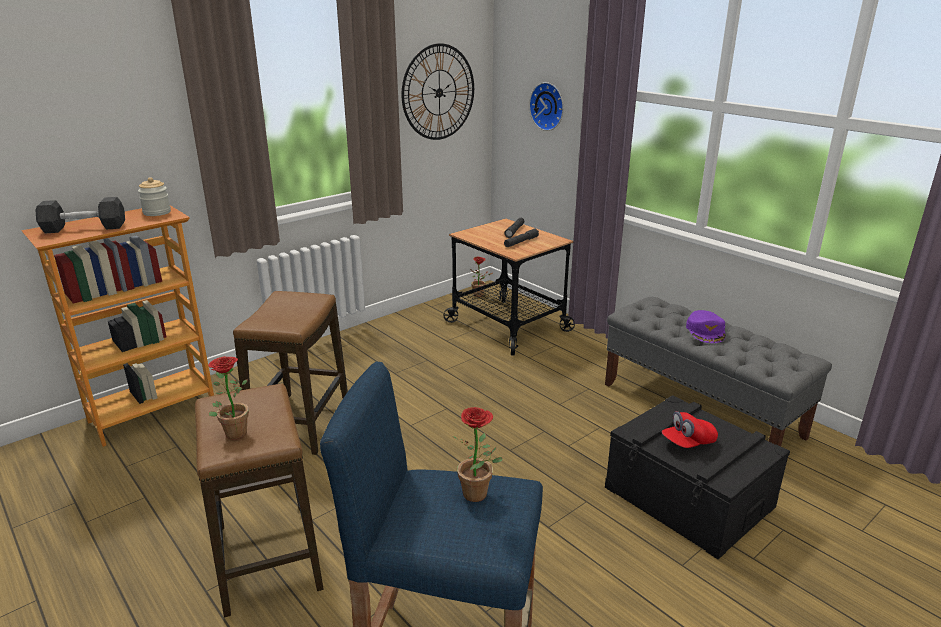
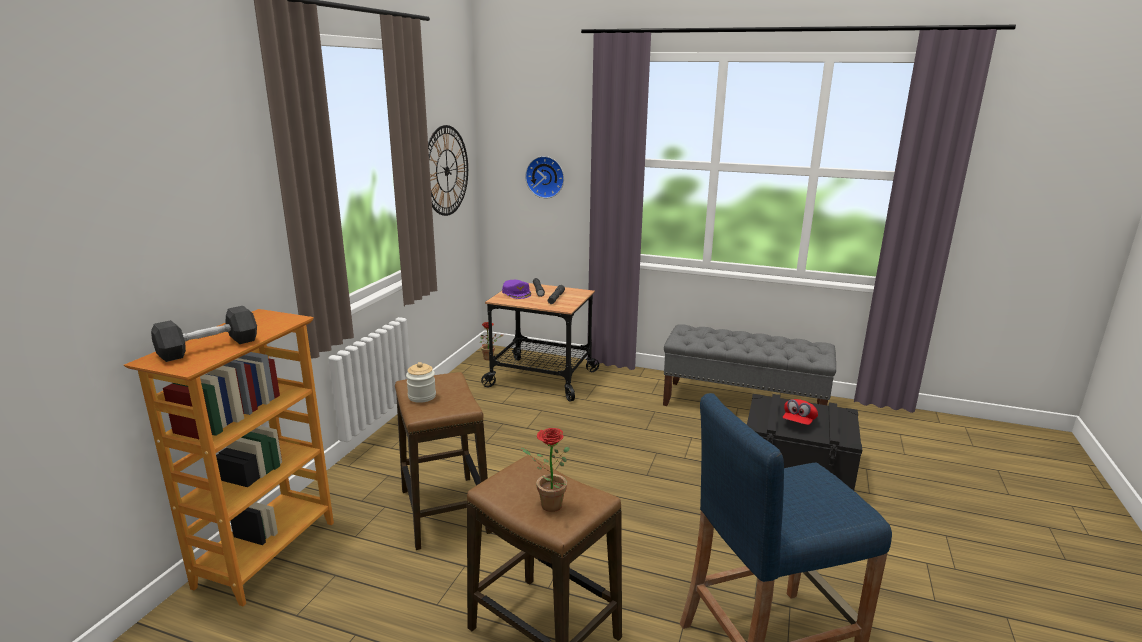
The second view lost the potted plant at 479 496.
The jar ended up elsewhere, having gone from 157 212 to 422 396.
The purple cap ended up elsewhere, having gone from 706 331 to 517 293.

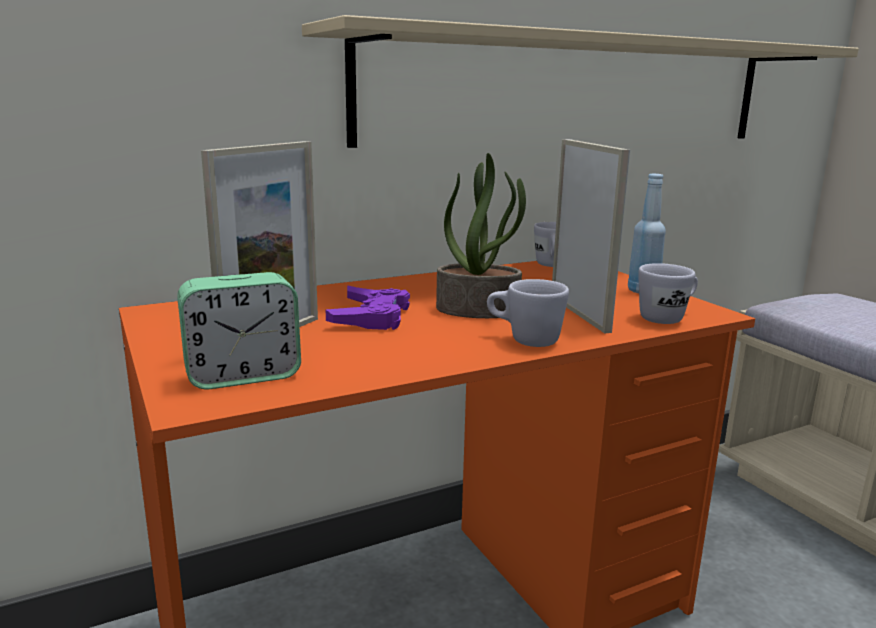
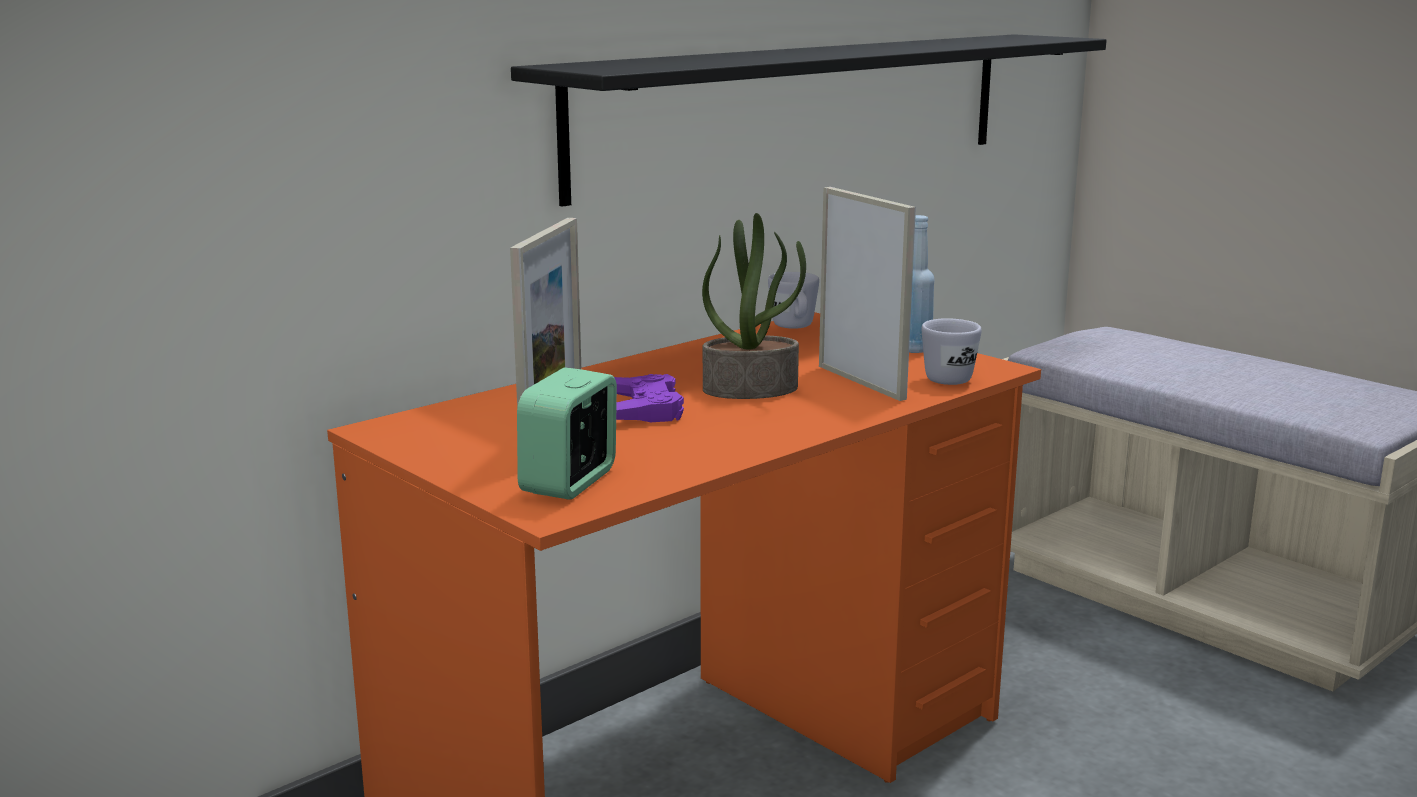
The second view lost the white mug at 524 339.
What was the beige shelf at 578 92 turned into the black shelf at 802 109.
The alarm clock at 243 376 ended up facing another way, 150 degrees clockwise from before.

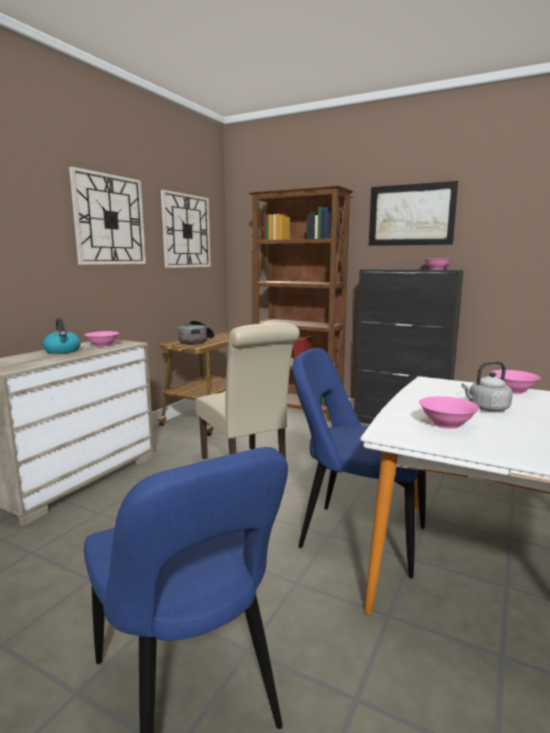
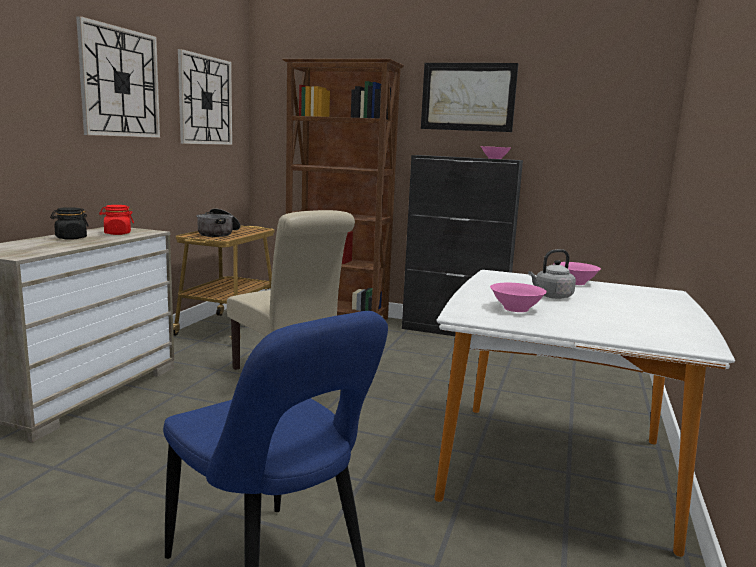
The second view lost the blue chair at 356 537.
Where the kettle stood at 63 351, the black jar came to stand at 70 238.
Where the pink bowl stood at 103 346, the red jar came to stand at 117 233.

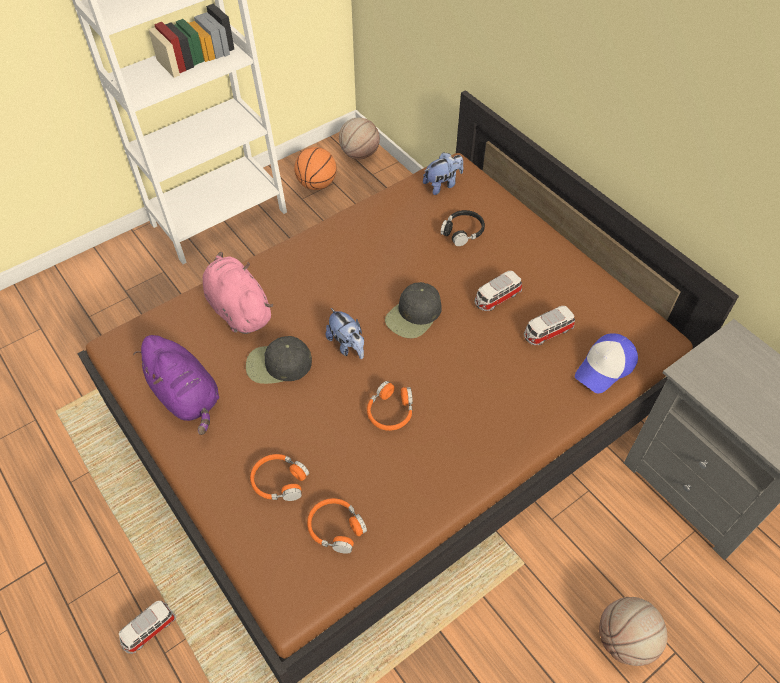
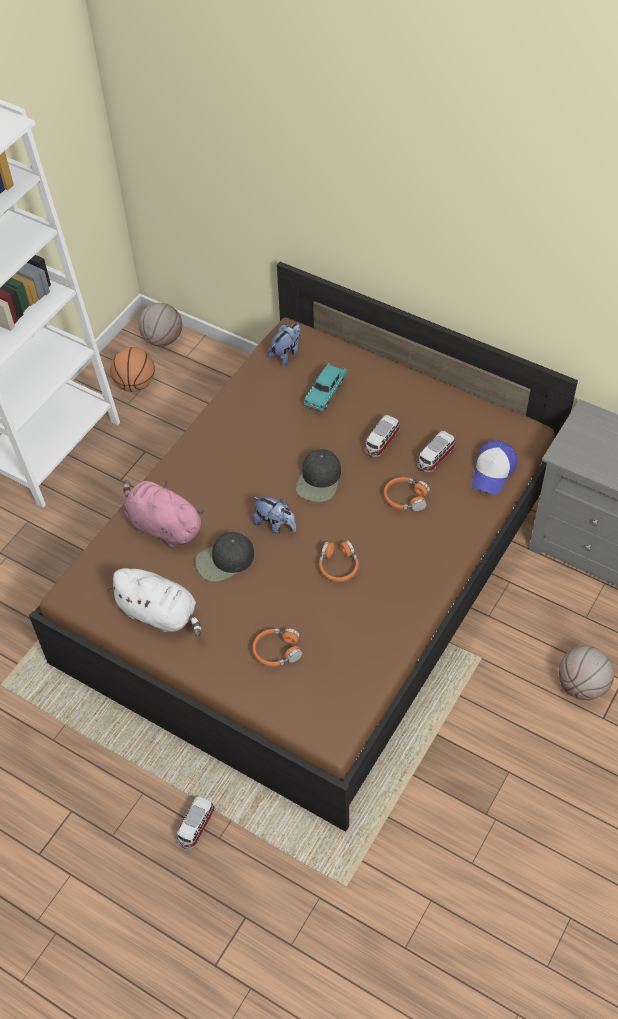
The orange headphones ended up elsewhere, having gone from 336 528 to 405 498.
Where the black headphones stood at 462 232, the turquoise toy car came to stand at 325 392.
What was the purple plush toy at 186 396 turned into the white plush toy at 160 614.

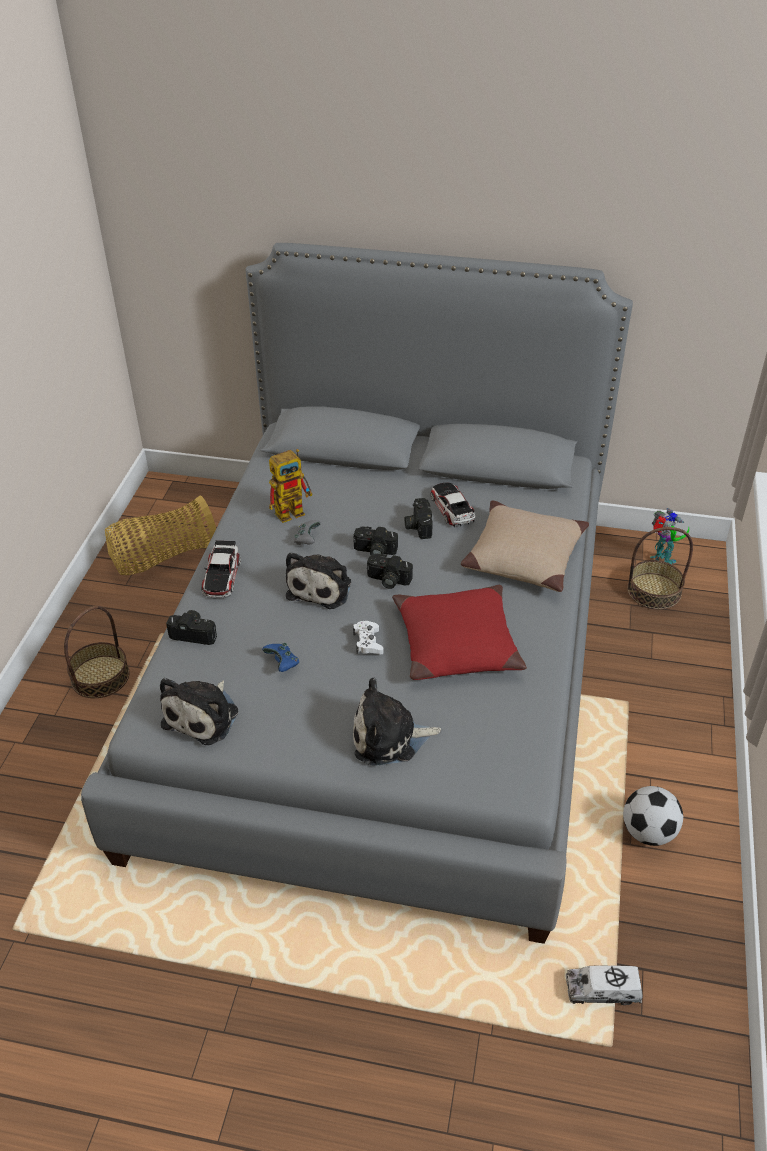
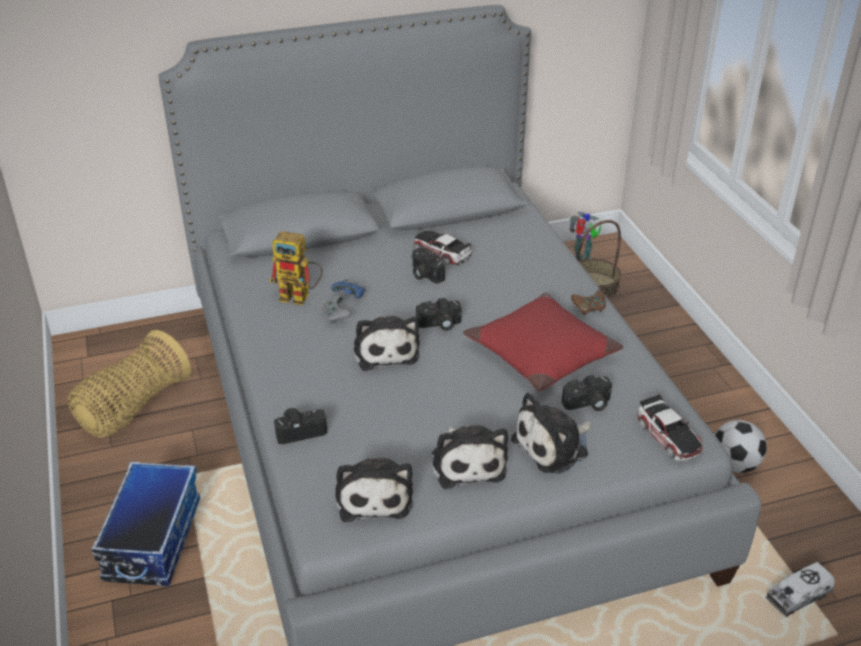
The second view lost the white game controller at 368 642.
The second view lost the beige pillow at 523 556.
The second view gained the plush toy at 467 462.
The second view gained the brown game controller at 589 309.
The toy car ended up elsewhere, having gone from 221 576 to 668 436.
The blue game controller ended up elsewhere, having gone from 282 663 to 350 296.
The photo camera ended up elsewhere, having gone from 374 551 to 588 404.
Where the basket stood at 100 676, the storage box came to stand at 152 539.
The toy robot at 294 510 ended up facing another way, 75 degrees clockwise from before.

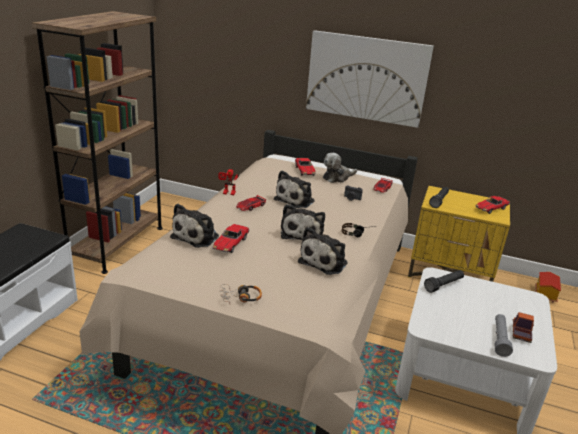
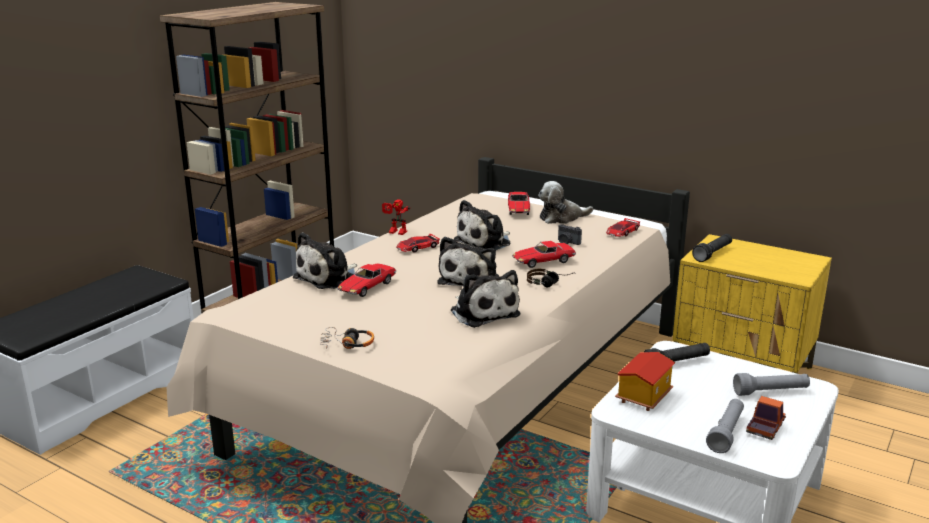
The second view lost the picture at 366 78.
The second view gained the grey flashlight at 770 392.
The toy car ended up elsewhere, having gone from 491 209 to 543 261.
The toy house ended up elsewhere, having gone from 544 294 to 643 396.
The plush toy at 325 261 ended up facing another way, 75 degrees counterclockwise from before.

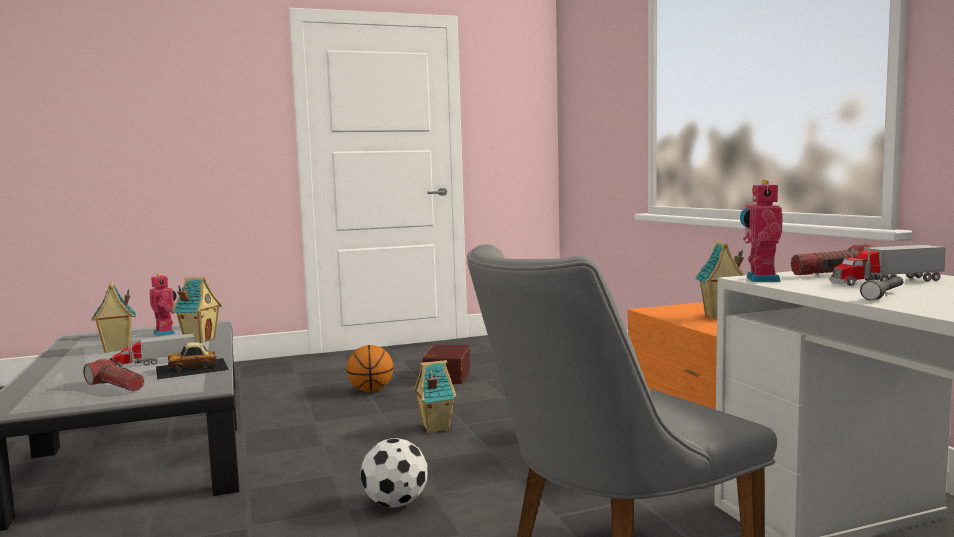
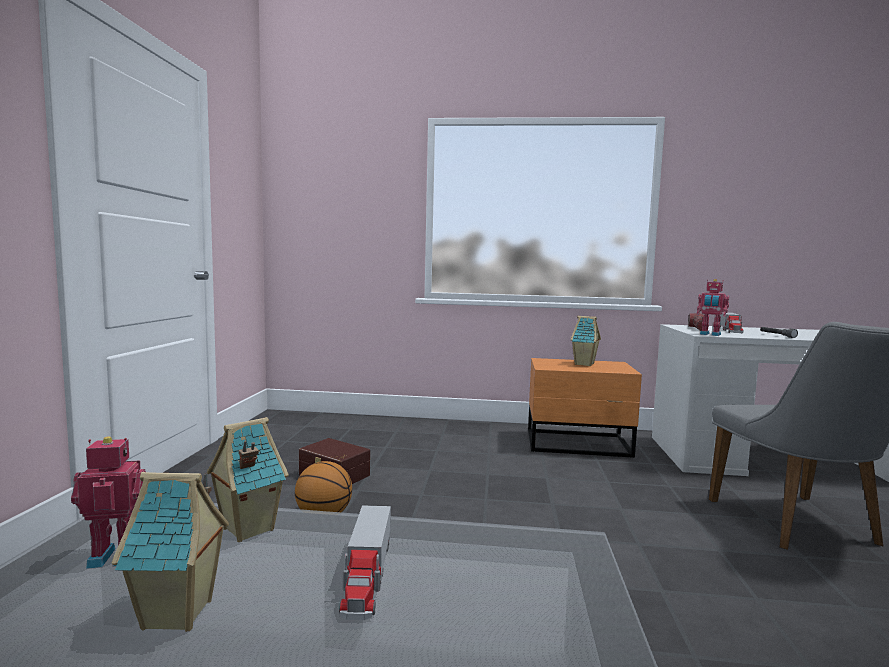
The second view lost the flashlight at 116 386.
The second view lost the toy car at 192 368.
The second view lost the football at 396 503.
The second view lost the toy house at 435 428.

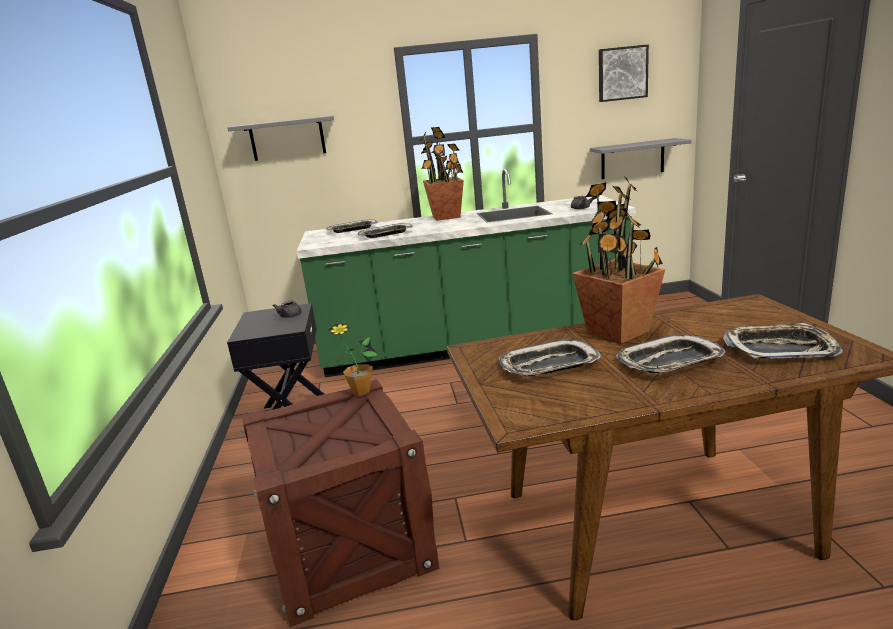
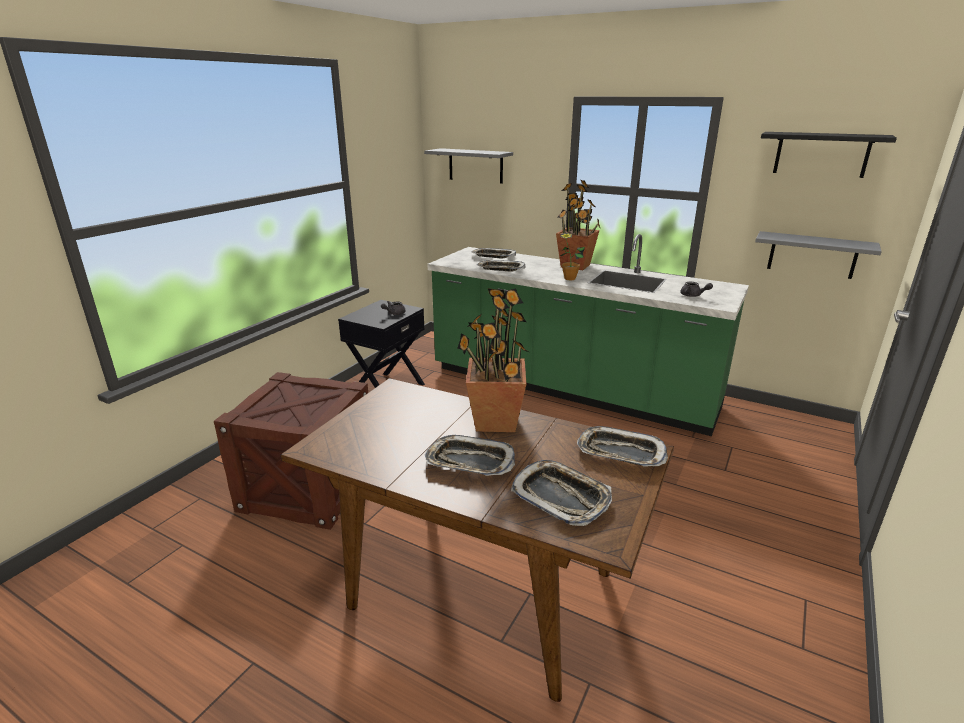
The potted plant ended up elsewhere, having gone from 361 391 to 569 278.
The tray ended up elsewhere, having gone from 549 366 to 620 453.
Where the picture hung at 622 73, the black shelf came to hang at 821 154.

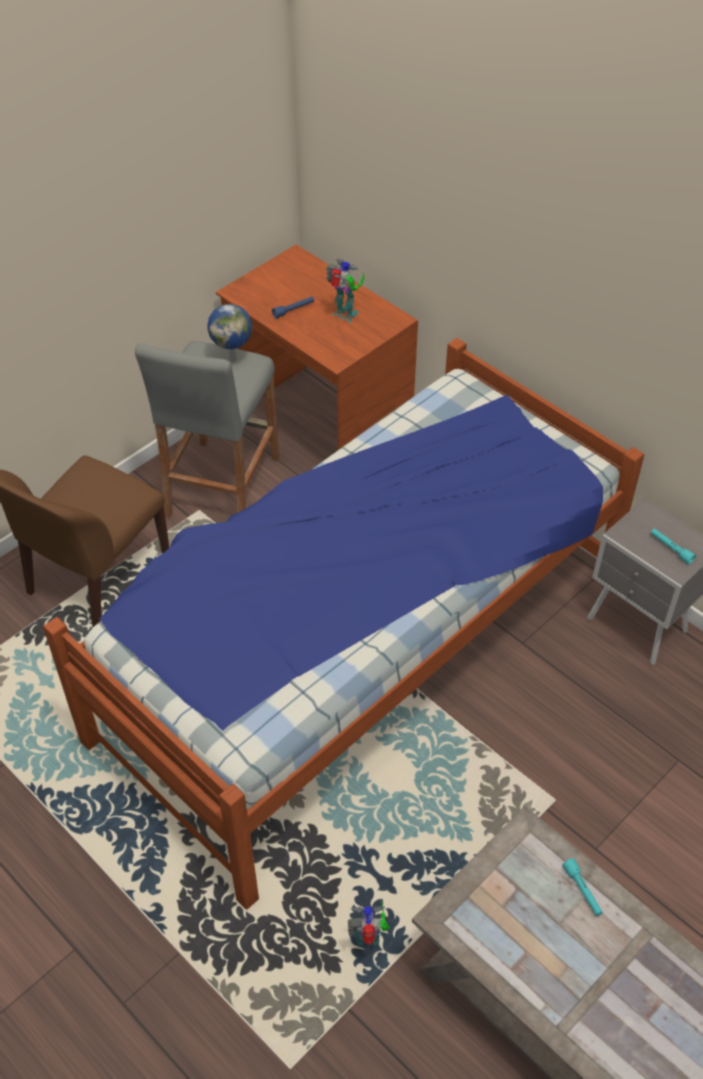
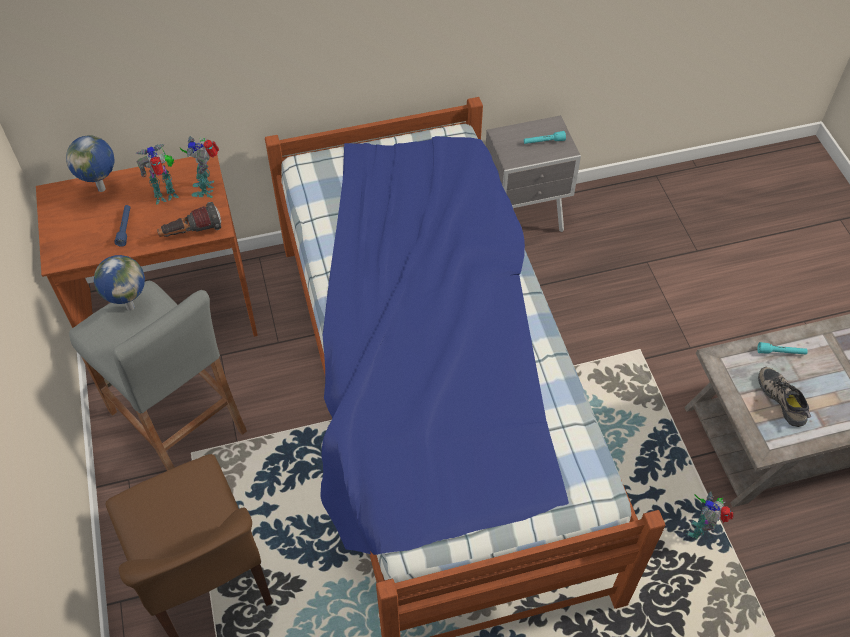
The second view gained the globe at 103 189.
The second view gained the flashlight at 191 233.
The second view gained the toy robot at 206 188.
The second view gained the shoe at 783 399.

